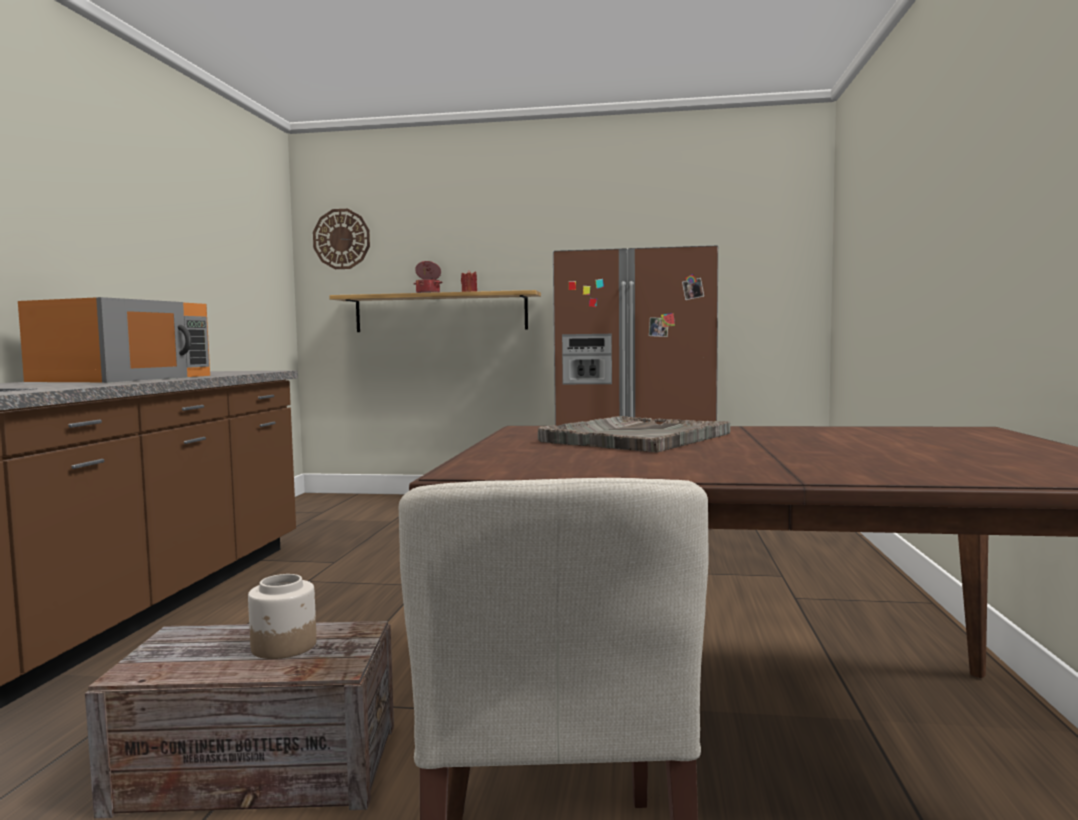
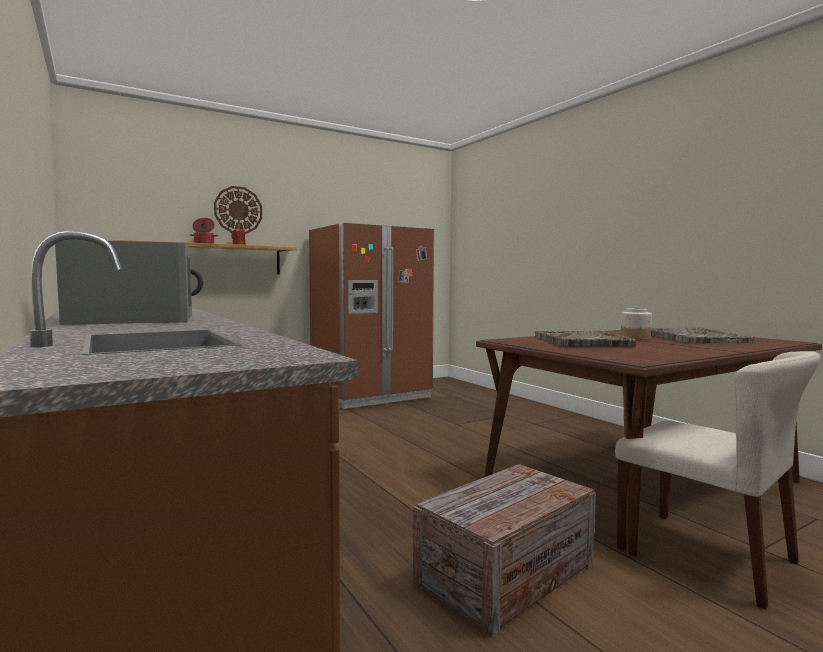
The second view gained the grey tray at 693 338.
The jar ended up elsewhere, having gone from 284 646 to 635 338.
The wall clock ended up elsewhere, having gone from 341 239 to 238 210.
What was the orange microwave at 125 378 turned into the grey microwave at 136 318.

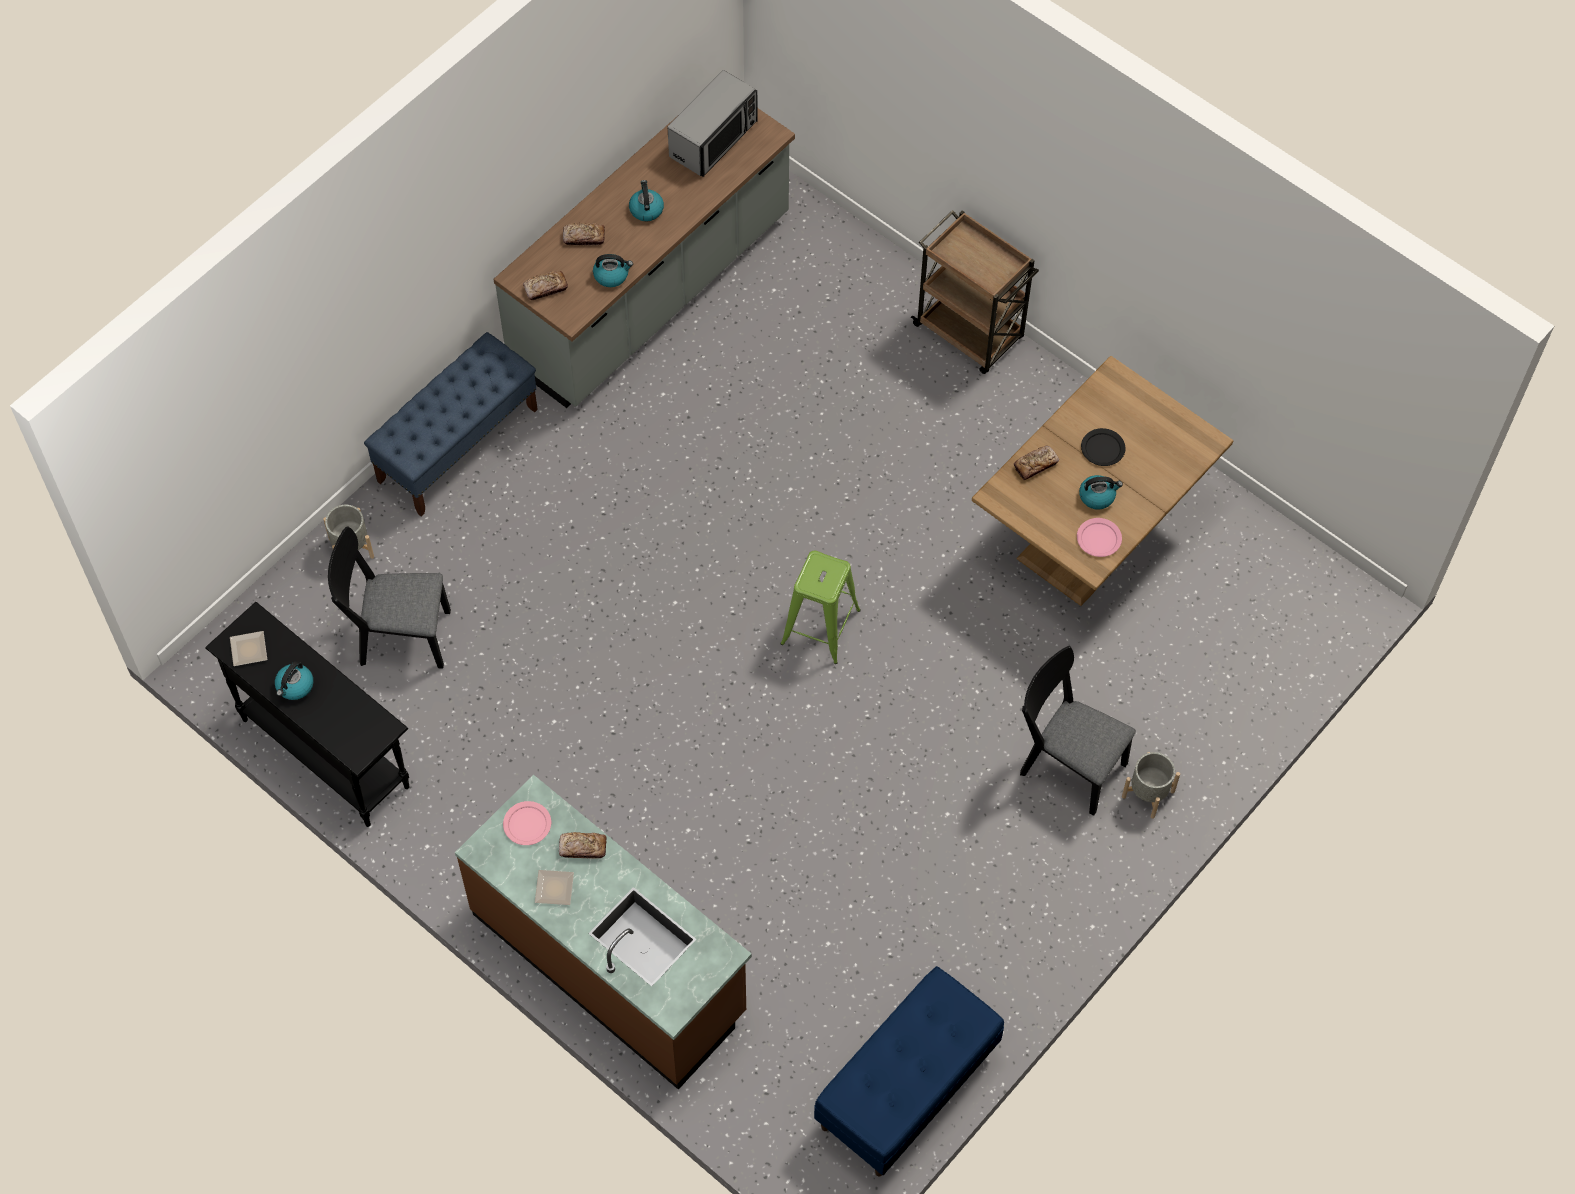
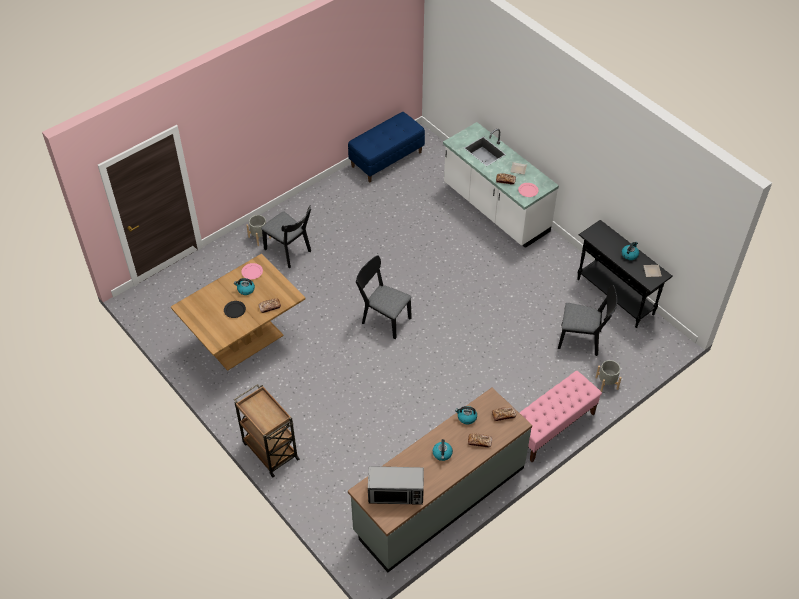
Where the green stool stood at 821 626, the black chair came to stand at 383 318.
What was the blue bench at 458 444 turned into the pink bench at 552 427.
What was the brown counter at 610 963 turned into the white counter at 495 209.
The microwave at 714 139 ended up facing another way, 135 degrees counterclockwise from before.

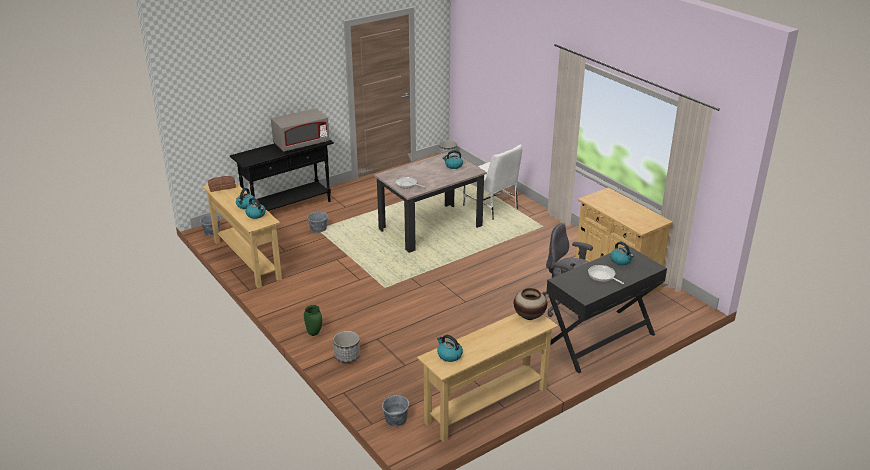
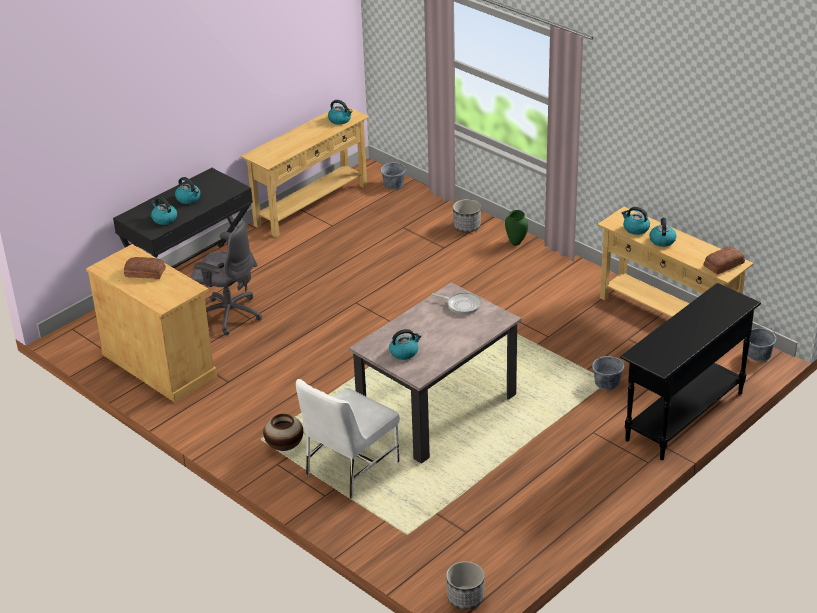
The second view lost the grey microwave at 301 144.
The second view gained the bread at 145 272.
The vase ended up elsewhere, having gone from 529 316 to 284 446.
Where the frying pan stood at 602 276, the kettle came to stand at 188 199.
The white chair at 491 207 ended up facing another way, 90 degrees counterclockwise from before.

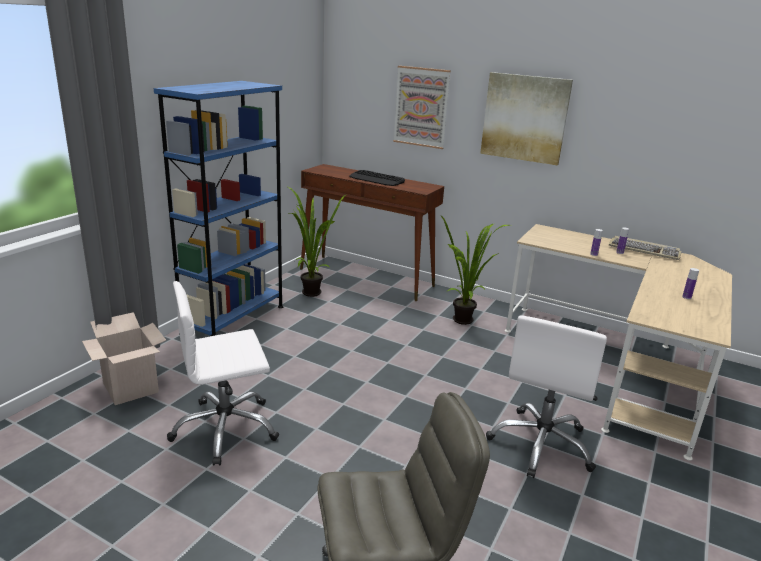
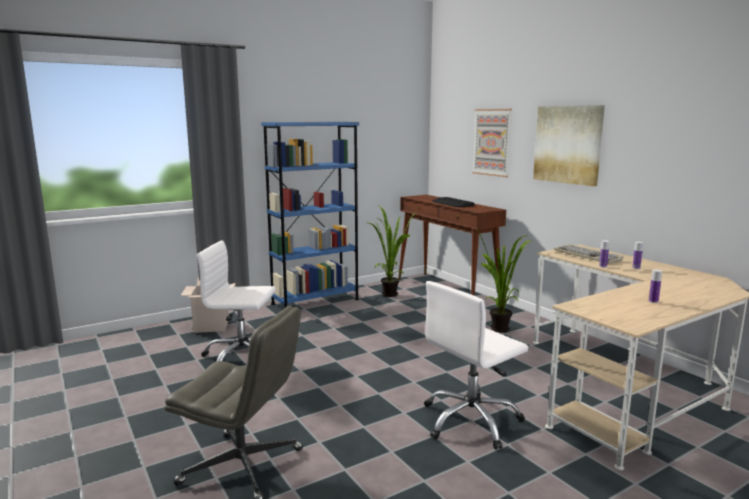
The keyboard ended up elsewhere, having gone from 644 250 to 588 256.

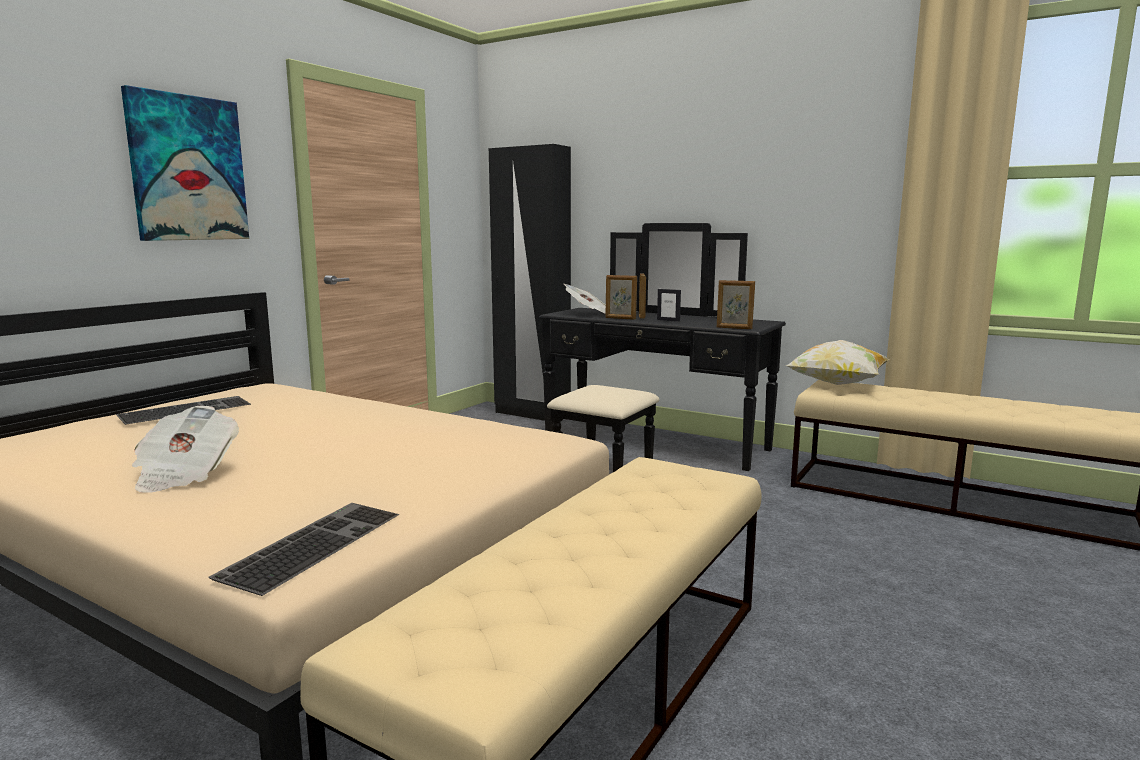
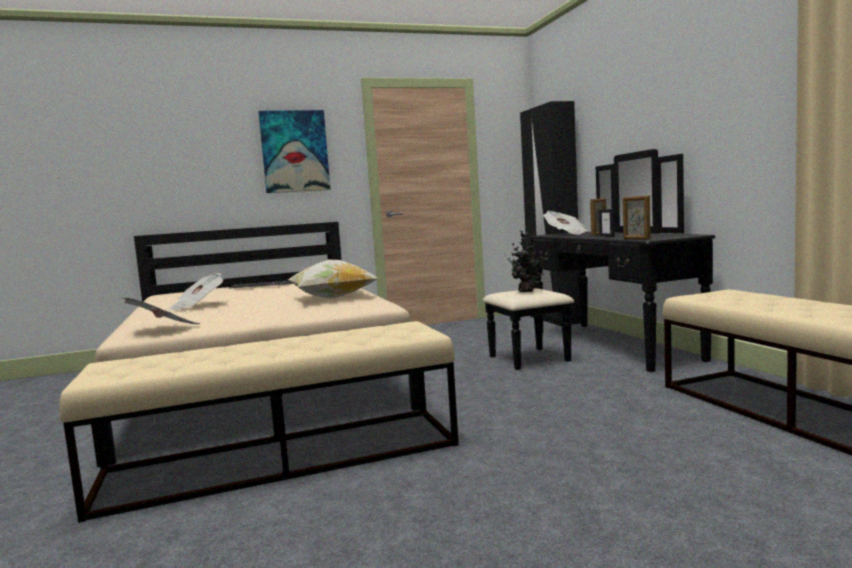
The second view lost the picture frame at 620 318.
The second view gained the potted plant at 527 291.
The pillow ended up elsewhere, having gone from 836 384 to 332 298.
Where the keyboard stood at 312 543, the newspaper came to stand at 164 329.

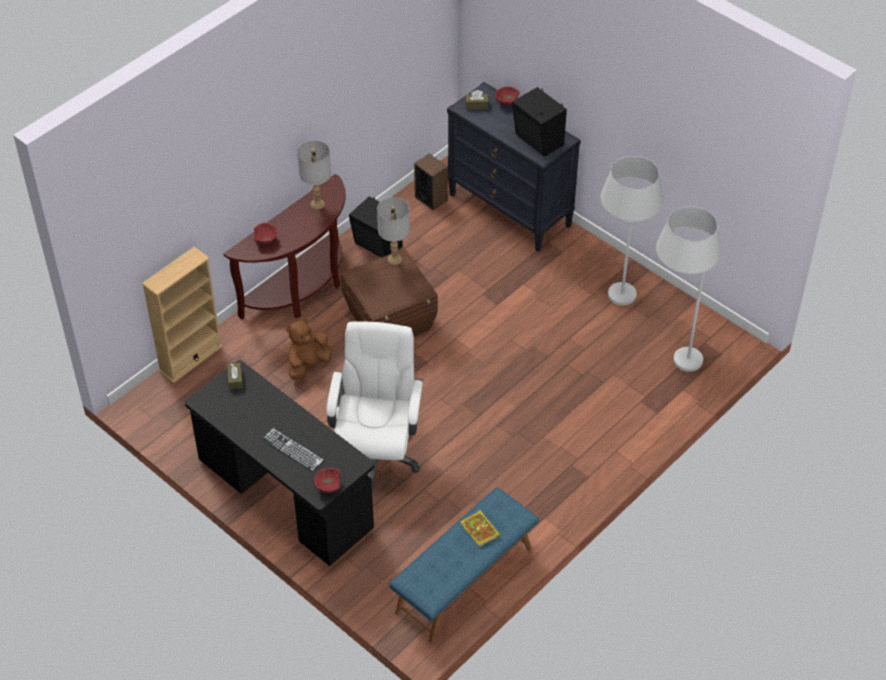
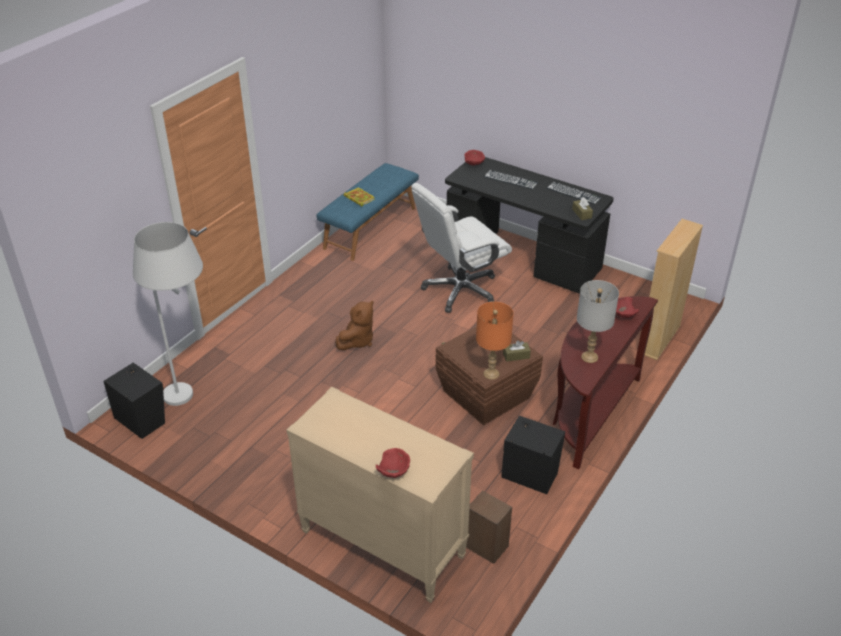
The second view lost the white floor lamp at 619 306.
The second view gained the keyboard at 573 193.
The brown plush toy ended up elsewhere, having gone from 308 365 to 357 341.
The brown tissue box ended up elsewhere, having gone from 476 105 to 516 355.
The black speaker ended up elsewhere, having gone from 538 141 to 141 418.
What was the grey table lamp at 395 259 turned into the orange table lamp at 491 374.
What was the black dresser at 510 210 turned into the beige dresser at 382 544.
The white office chair at 376 454 ended up facing another way, 60 degrees clockwise from before.

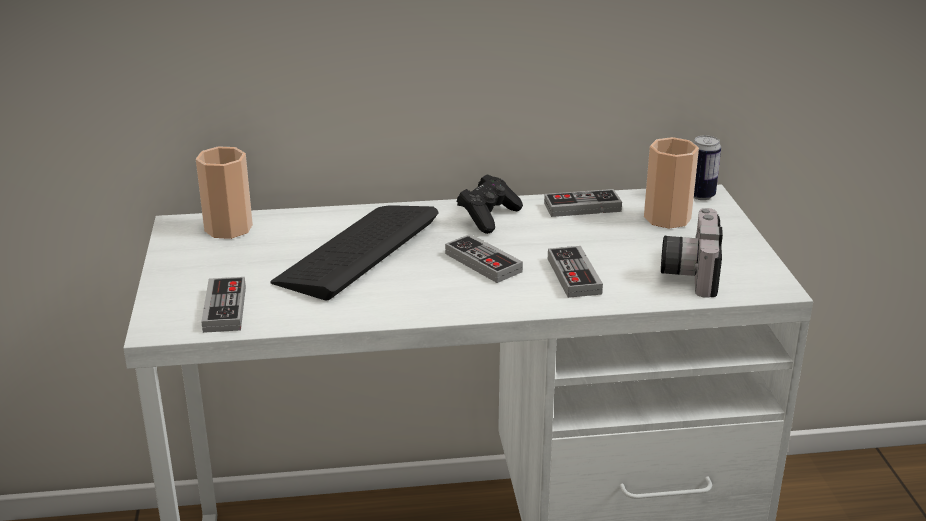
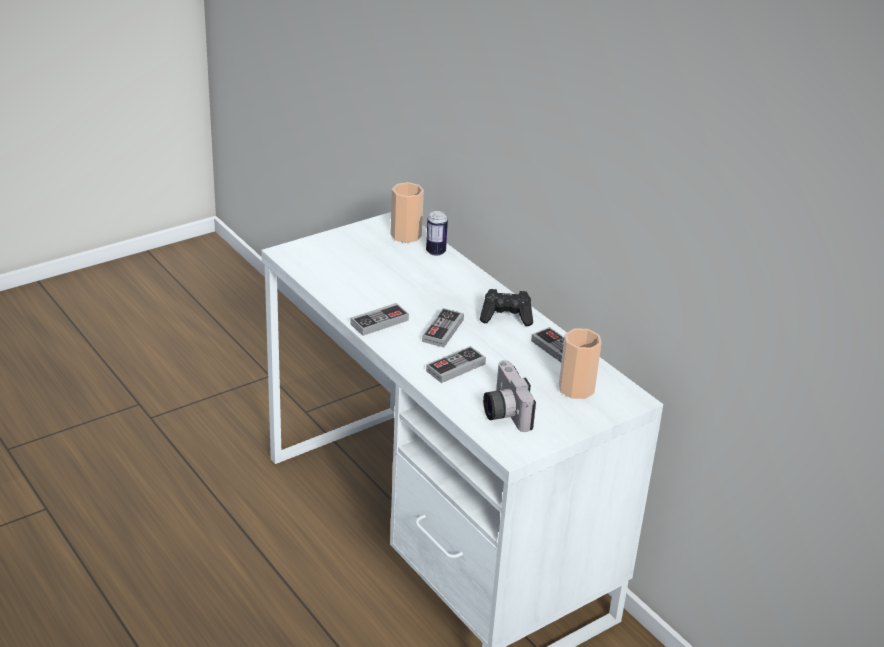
The second view lost the keyboard at 357 251.
The game controller ended up elsewhere, having gone from 225 309 to 379 322.
The can ended up elsewhere, having gone from 701 195 to 435 252.
The photo camera at 688 271 ended up facing another way, 90 degrees counterclockwise from before.

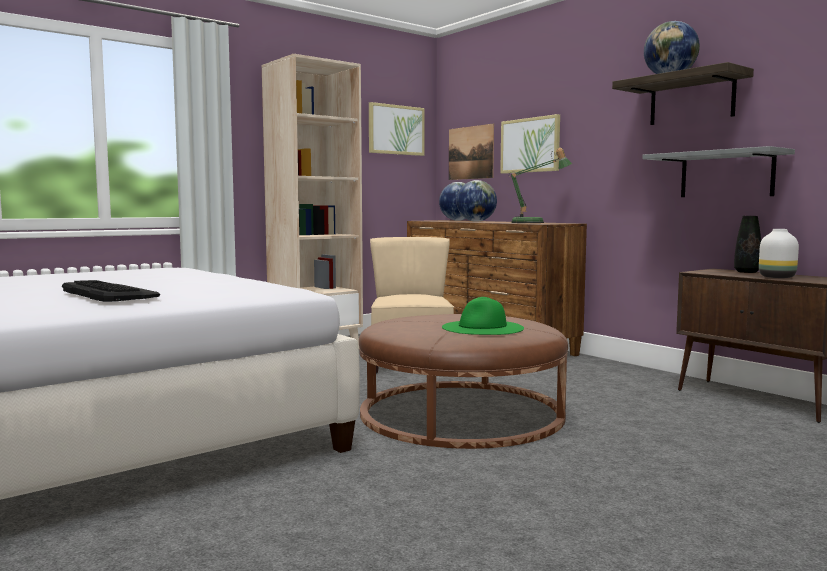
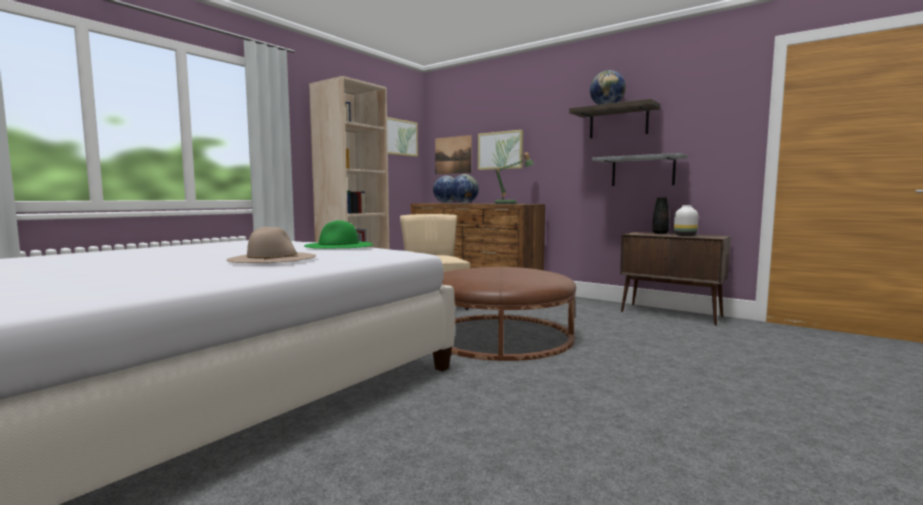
The green hat ended up elsewhere, having gone from 482 327 to 339 245.
Where the keyboard stood at 110 293, the beige hat came to stand at 272 258.

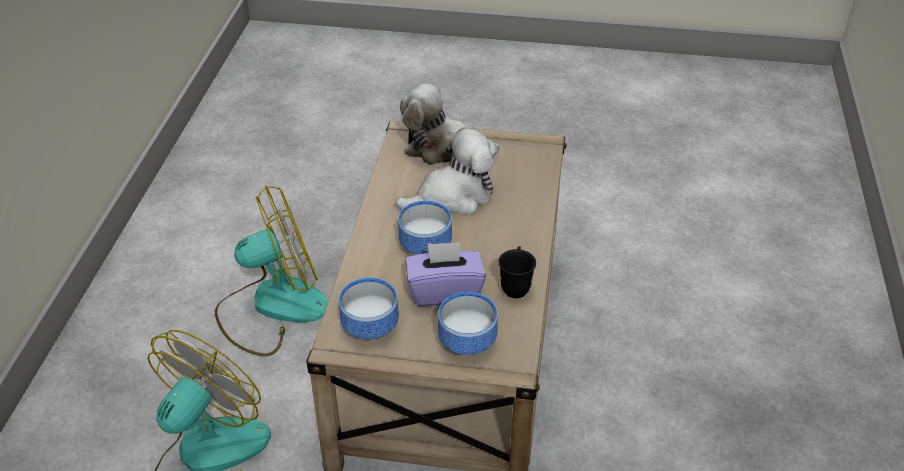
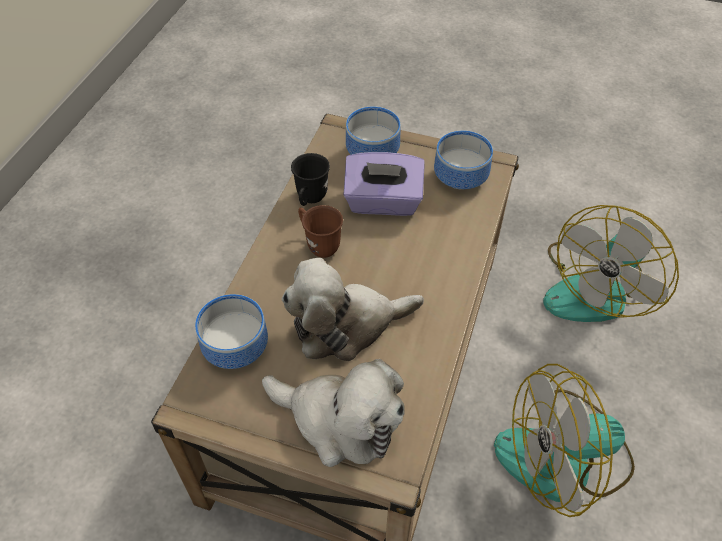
The second view gained the brown mug at 319 244.
The bowl ended up elsewhere, having gone from 428 245 to 233 347.

